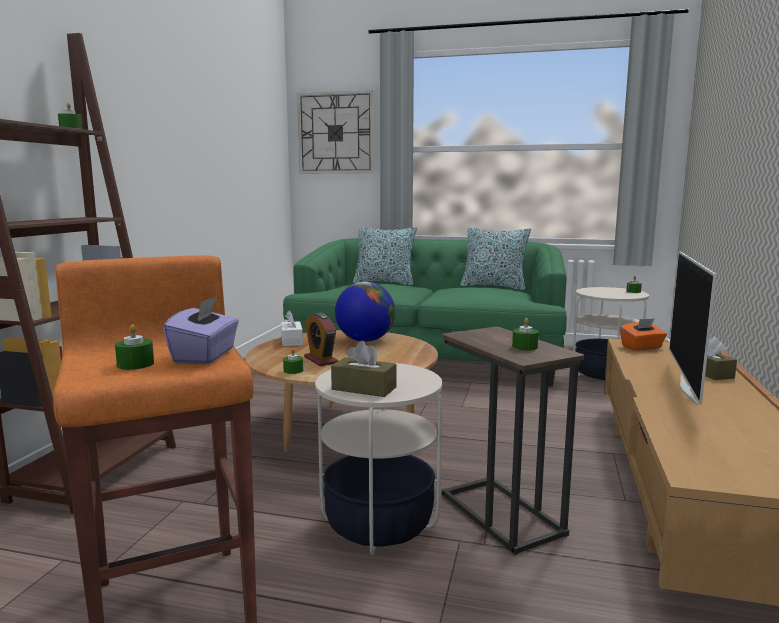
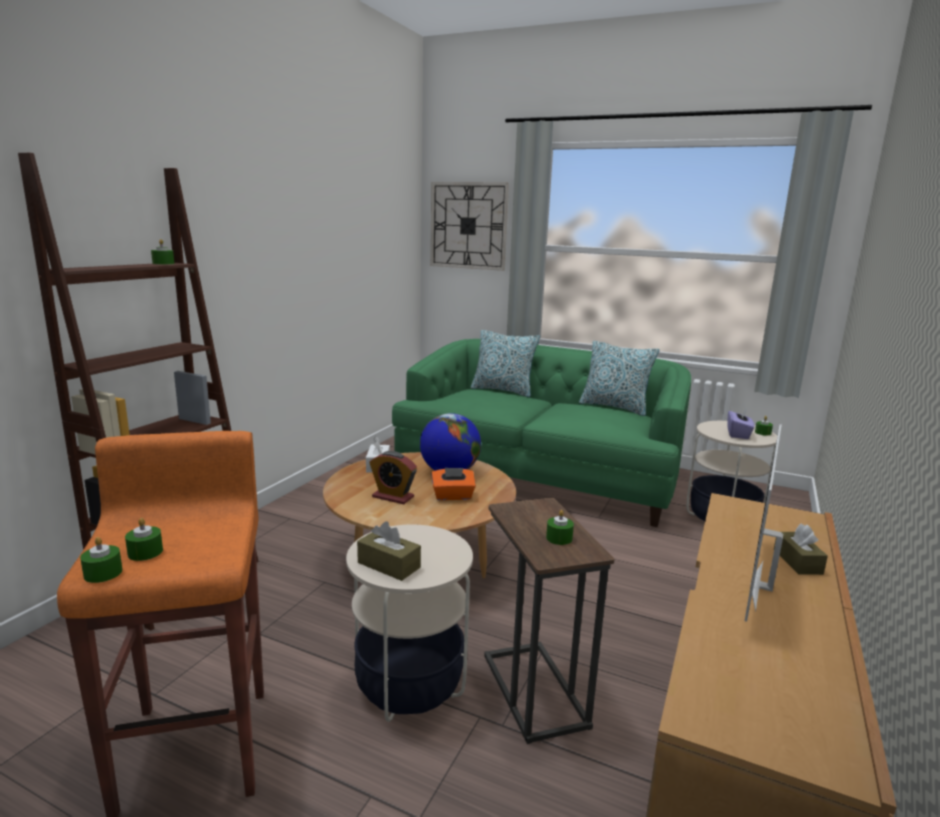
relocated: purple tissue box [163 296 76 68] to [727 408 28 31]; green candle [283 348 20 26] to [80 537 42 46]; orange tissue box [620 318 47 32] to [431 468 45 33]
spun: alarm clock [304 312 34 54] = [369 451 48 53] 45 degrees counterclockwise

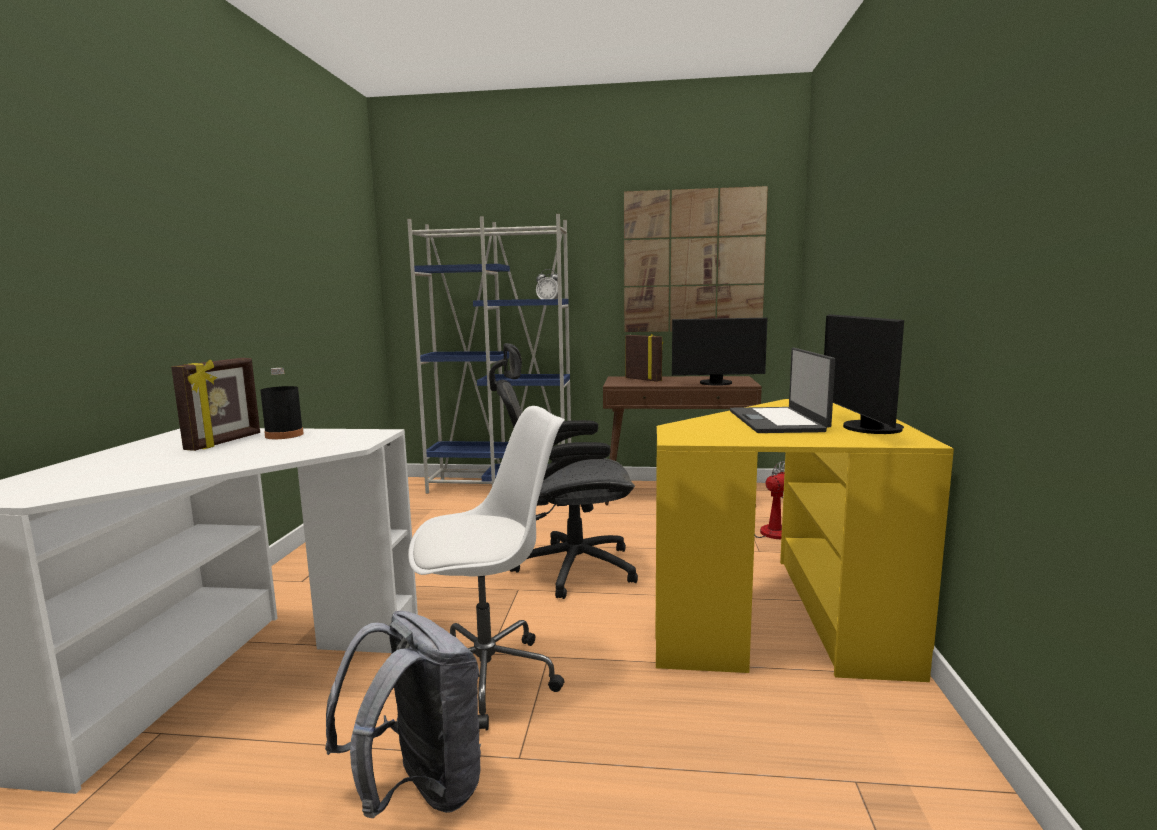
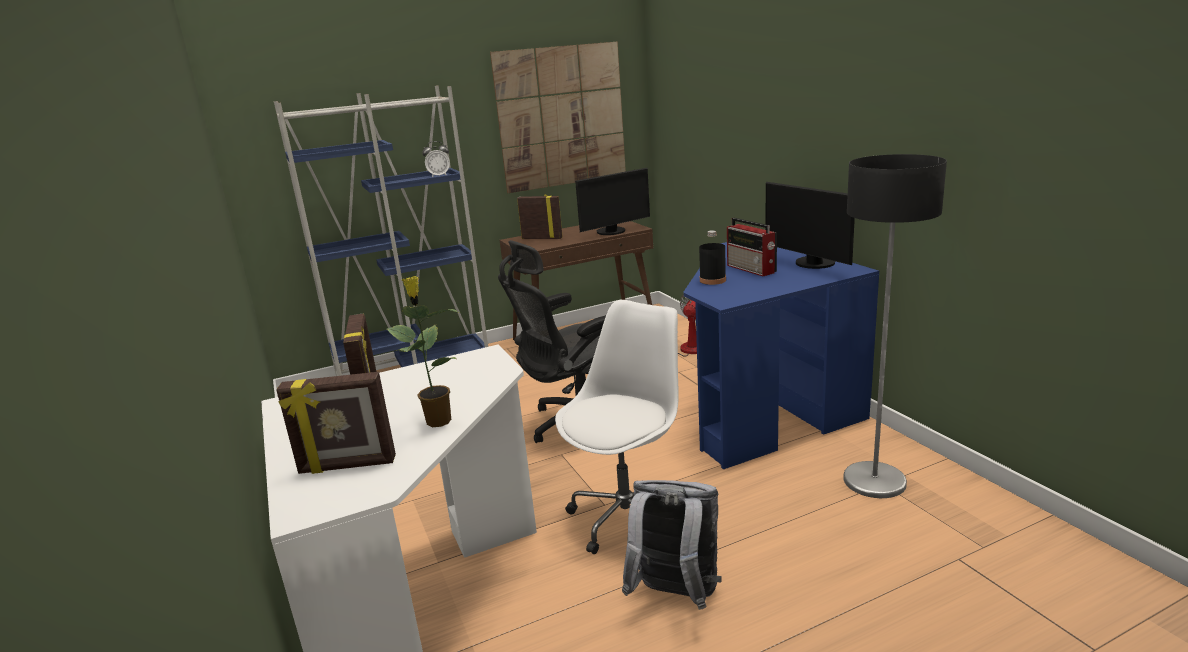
appeared: picture frame [276 372 120 102]; potted plant [386 276 74 151]; floor lamp [843 154 104 344]
relocated: black bottle [260 368 44 71] to [699 230 27 55]
exchanged: laptop [730 348 105 85] to radio [727 218 50 58]
colour: yellow desk [655 399 299 283] to blue desk [684 242 195 227]

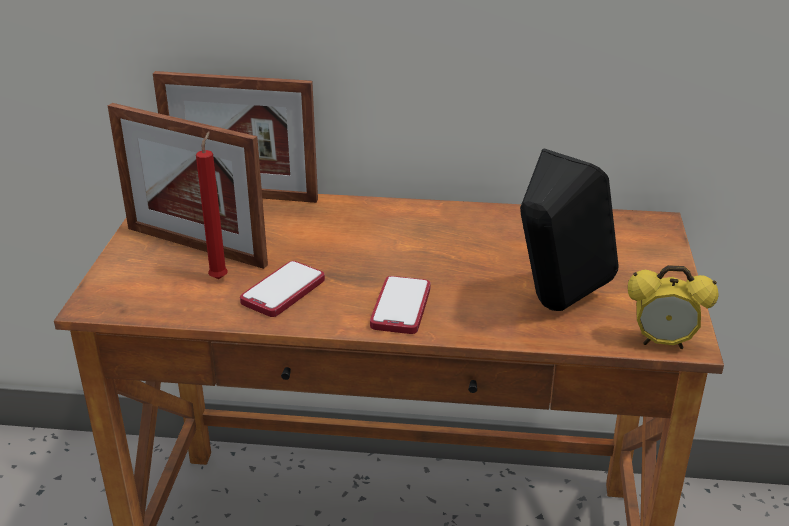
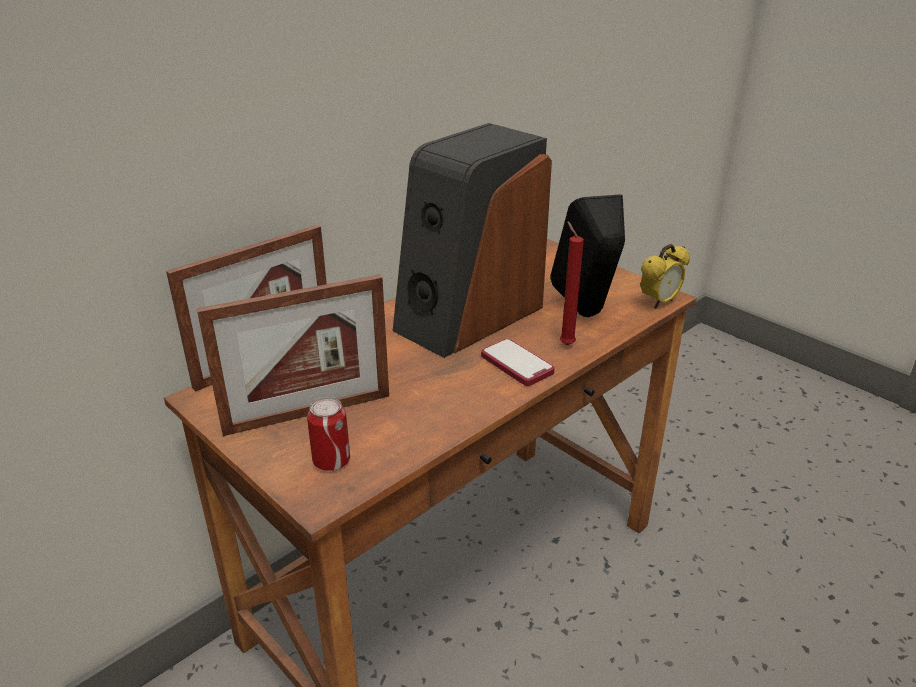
missing: phone [240 261 85 56]
appeared: can [307 397 43 74]; speaker [393 123 159 235]
relocated: red candle [196 131 32 148] to [560 221 24 124]

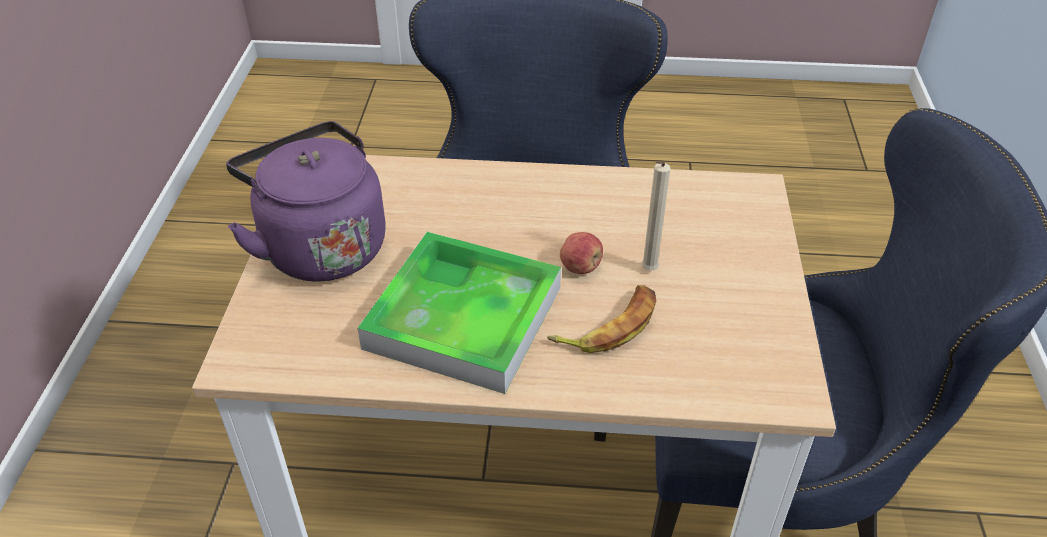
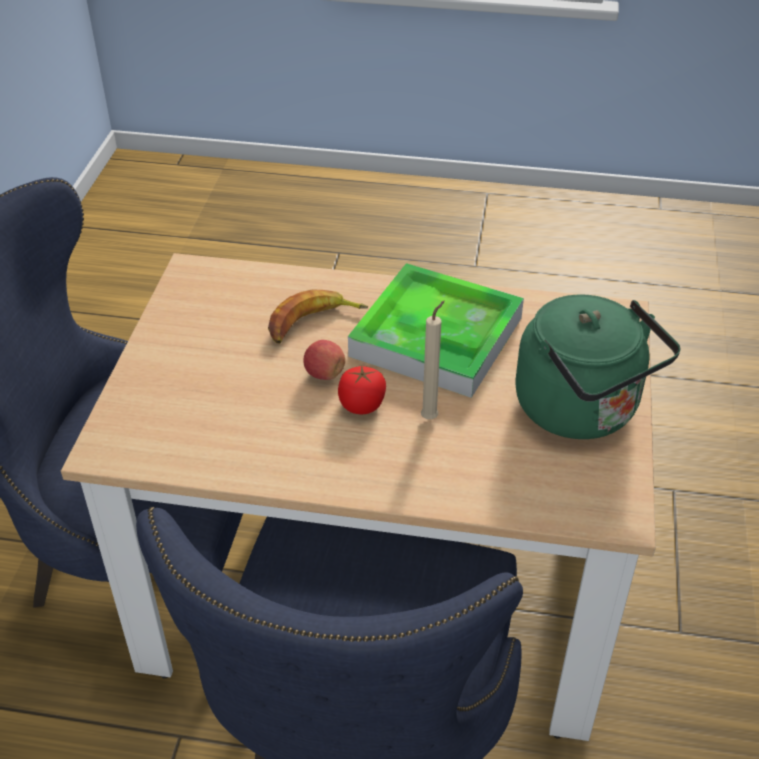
appeared: tomato [338 365 48 49]
relocated: beige candle [641 161 30 110] to [421 301 23 118]
colour: purple kettle [226 121 160 161] to green kettle [515 294 165 145]

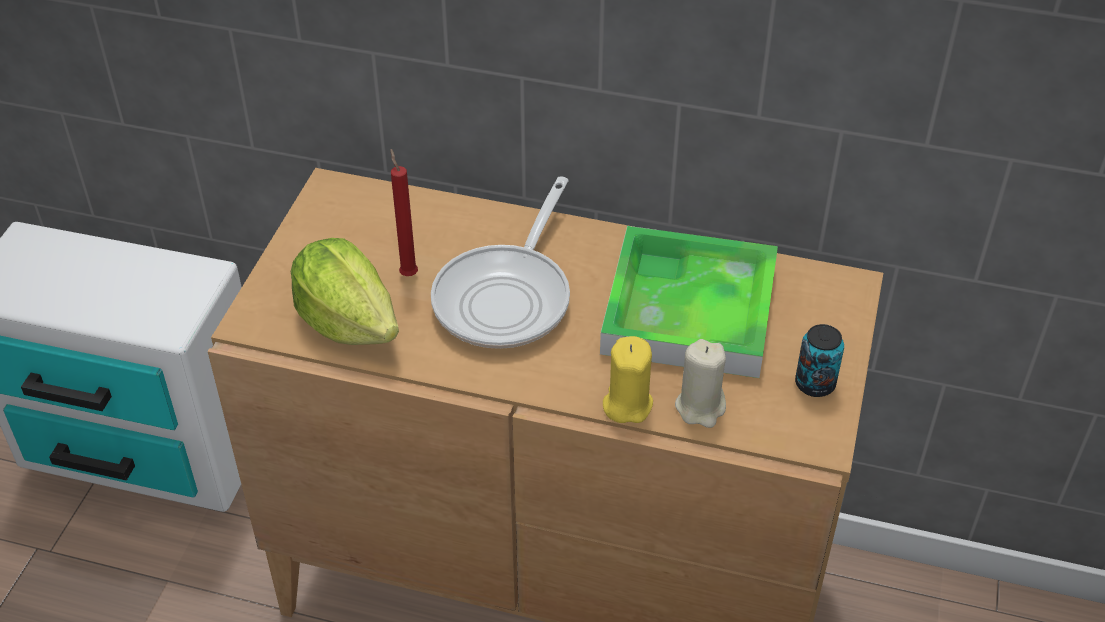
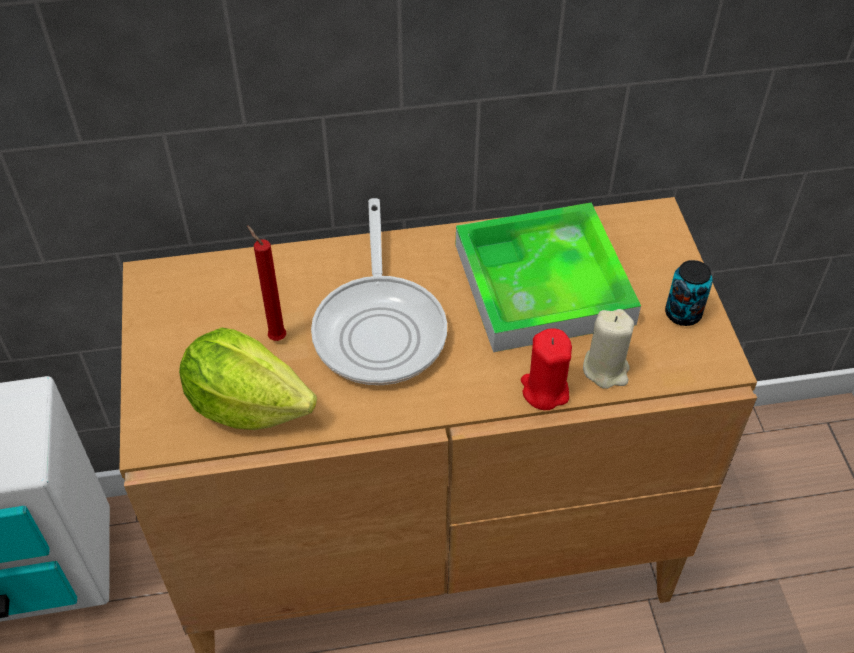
colour: yellow candle [603 336 50 87] to red candle [521 328 51 82]

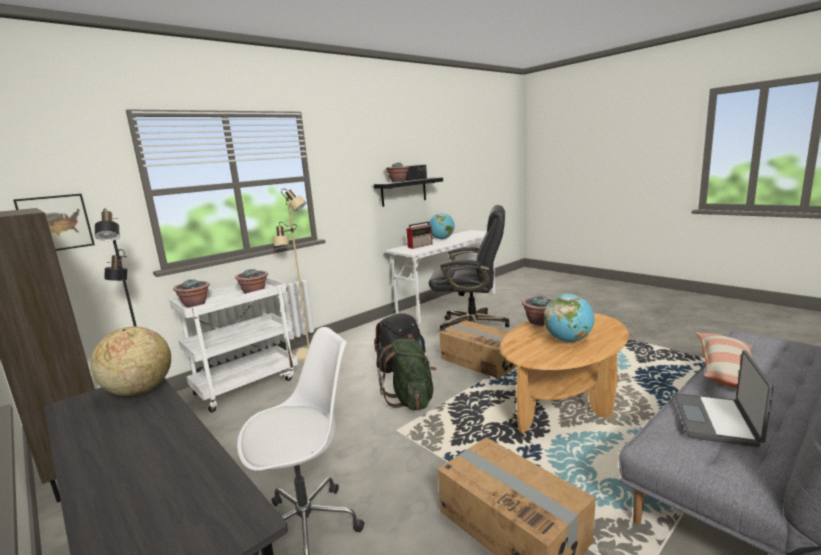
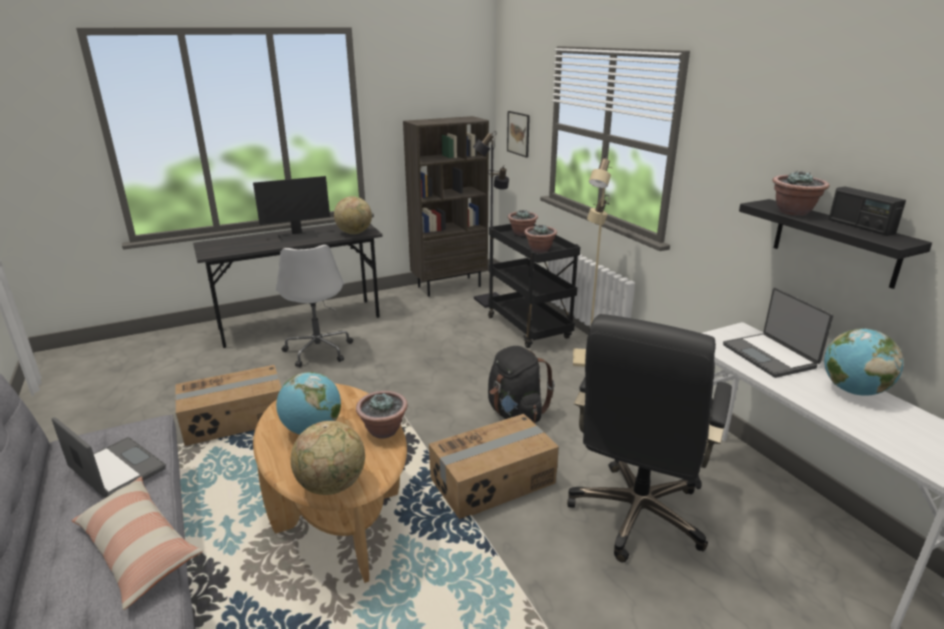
missing: green backpack [378 339 58 71]
appeared: monitor [253 176 77 66]; globe [291 421 74 74]
exchanged: radio [407 221 26 28] to laptop [723 288 110 90]
colour: white cart [169 277 129 135] to black cart [488 224 92 124]

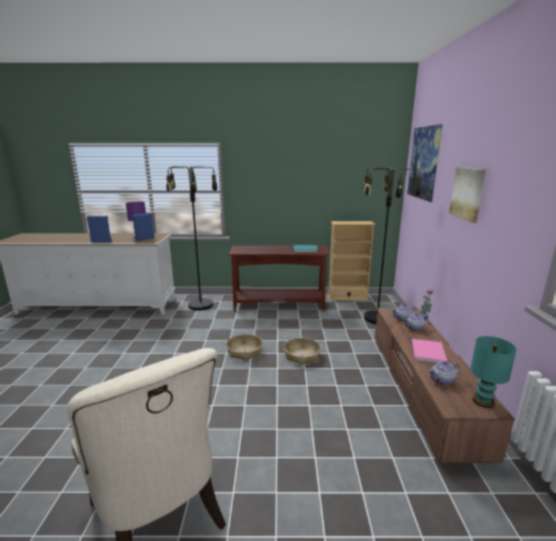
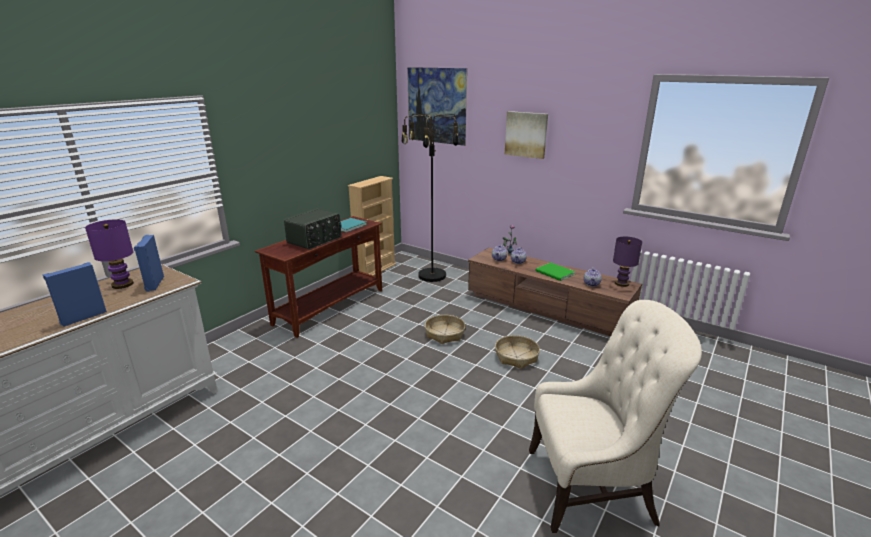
missing: floor lamp [166 166 51 144]
appeared: radio [284 209 57 40]
relocated: basket [226 334 37 27] to [495 335 45 34]
colour: pink book [412 339 35 24] to green book [536 263 39 18]; turquoise table lamp [470 336 47 72] to purple table lamp [613 237 29 50]

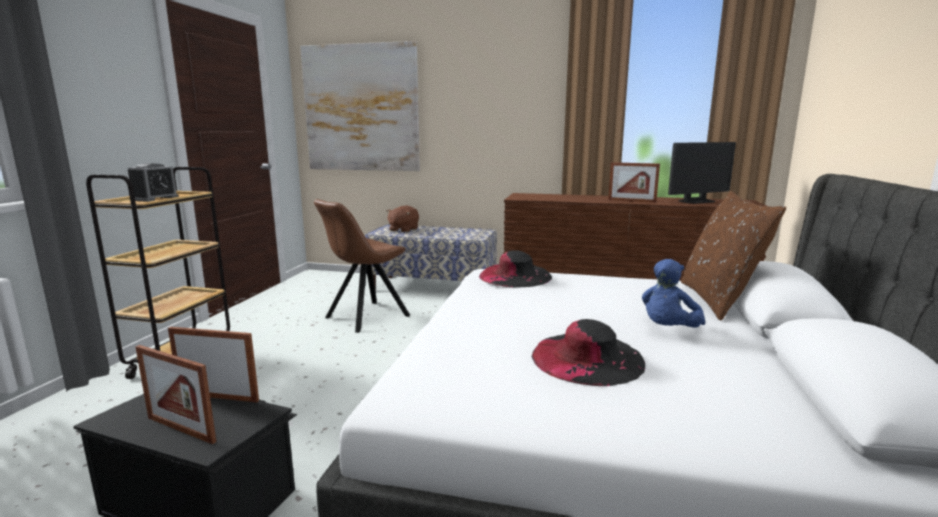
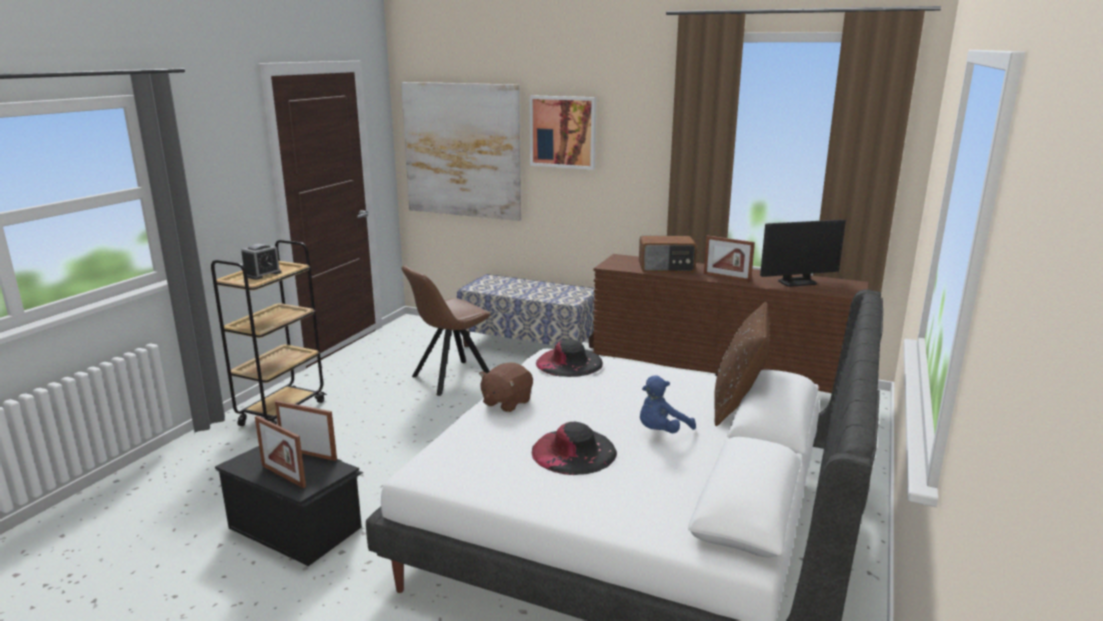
appeared: picture [529 95 67 75]; radio [639 236 58 36]
relocated: brown plush toy [387 206 32 26] to [479 362 54 50]

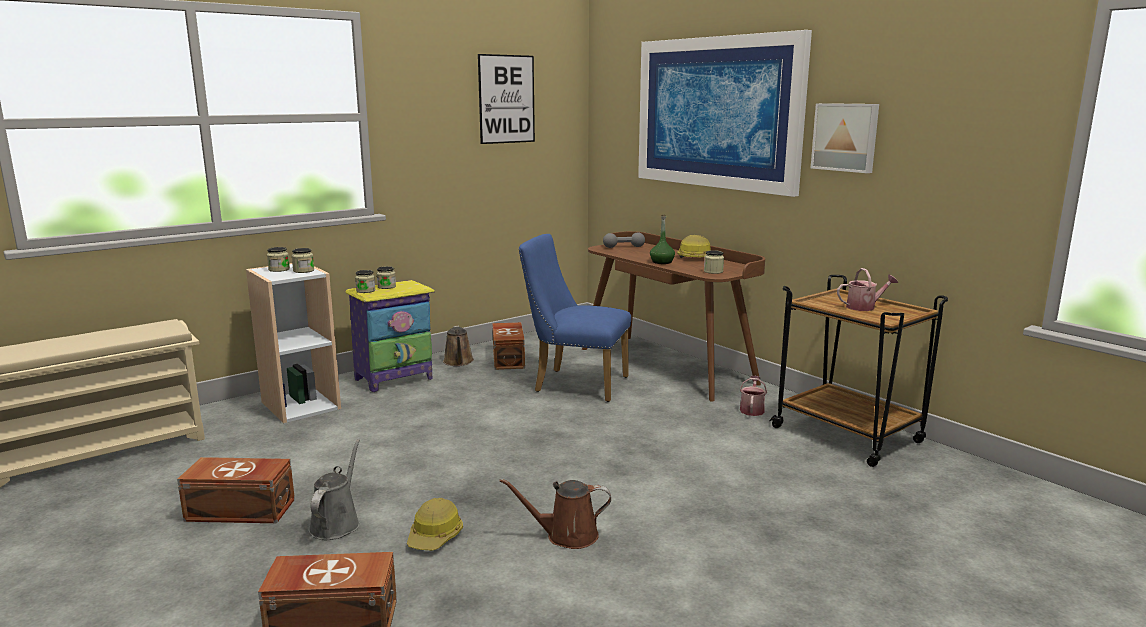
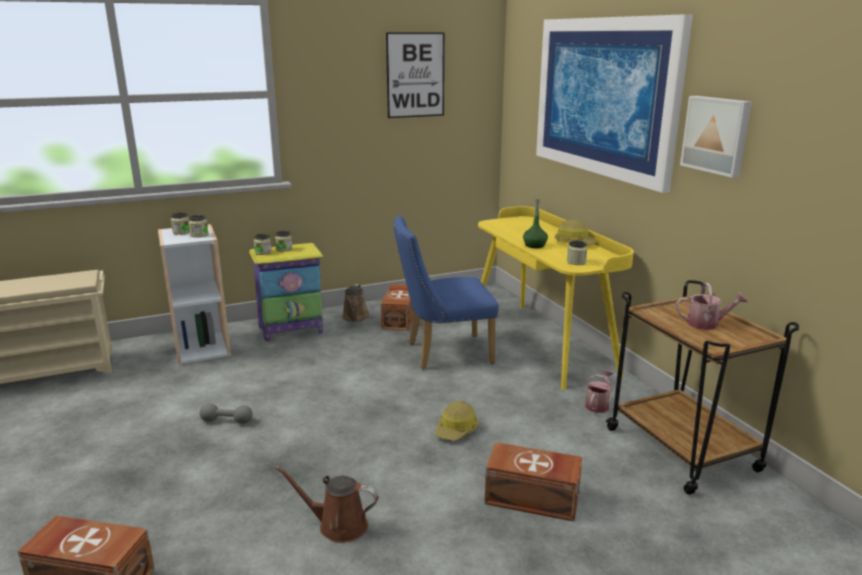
missing: grey watering can [308 439 52 101]
relocated: brown storage box [177 457 118 66] to [485 442 97 80]; hard hat [407 498 56 53] to [435 401 43 40]; grey dumbbell [603 232 42 16] to [200 403 53 21]
colour: brown desk [582 231 183 171] to yellow desk [478 206 156 184]
spun: blue chair [519 234 112 168] = [393 216 106 153] 45 degrees counterclockwise

